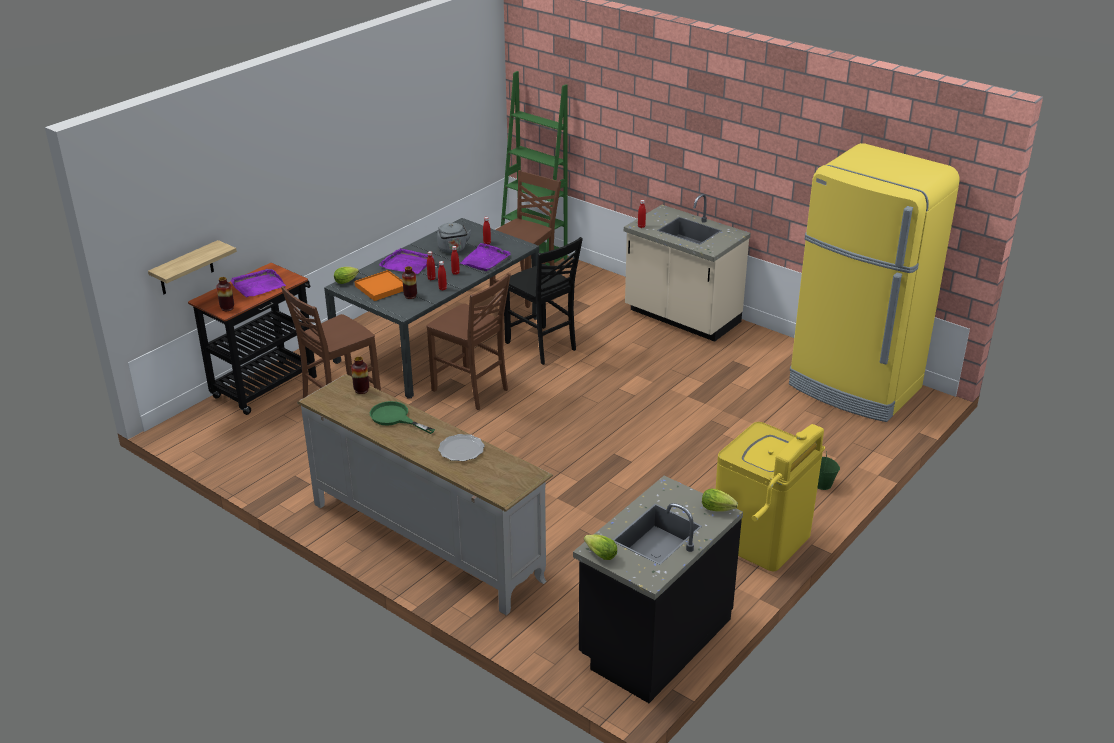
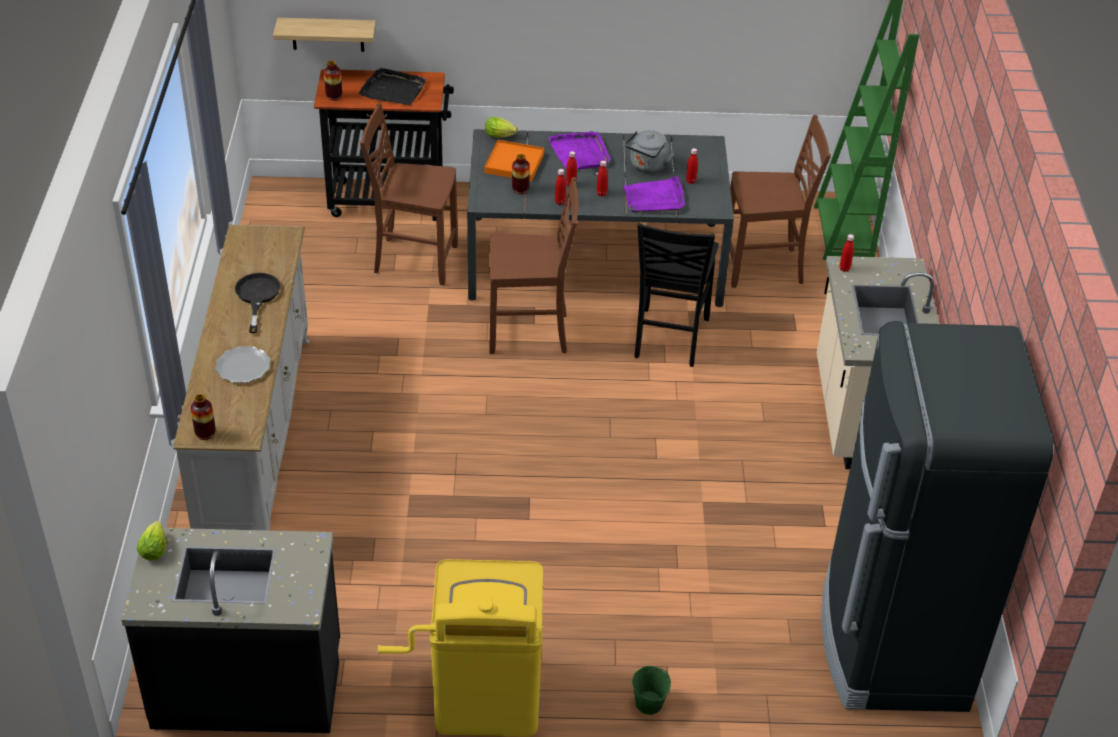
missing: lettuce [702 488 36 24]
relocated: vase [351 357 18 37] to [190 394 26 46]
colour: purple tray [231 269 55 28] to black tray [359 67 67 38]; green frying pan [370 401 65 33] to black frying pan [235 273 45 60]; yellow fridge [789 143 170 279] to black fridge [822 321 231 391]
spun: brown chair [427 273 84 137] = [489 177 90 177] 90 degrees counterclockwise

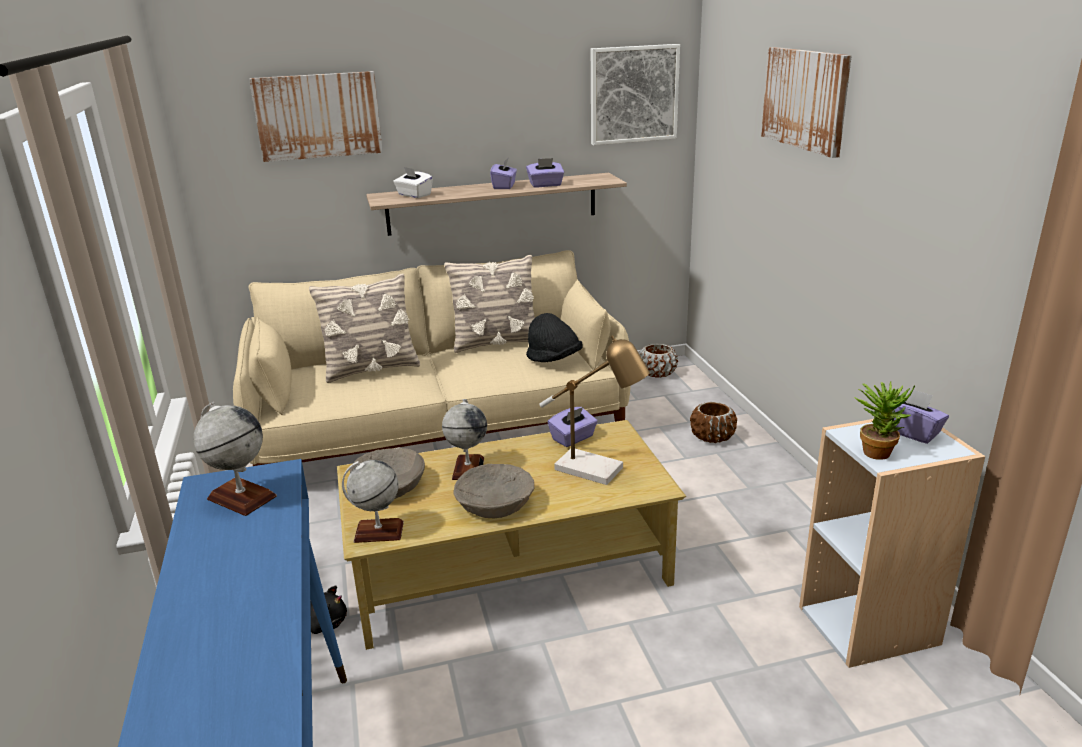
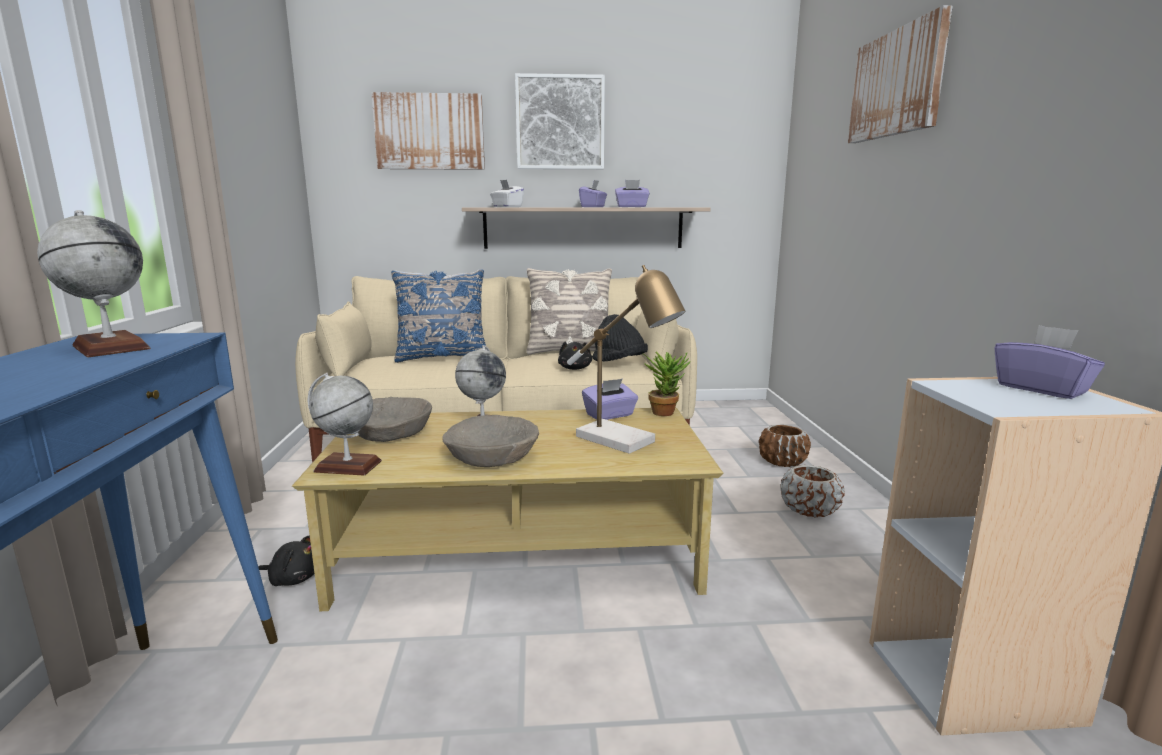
appeared: black plush toy [558 342 34 28]
relocated: picture [591 44 89 101] to [515 73 90 96]; brown planter [639 343 39 35] to [780 465 64 53]; potted plant [853 381 62 79] to [642 352 49 64]
colour: beige pillow [309 273 111 110] to blue pillow [391 269 95 94]

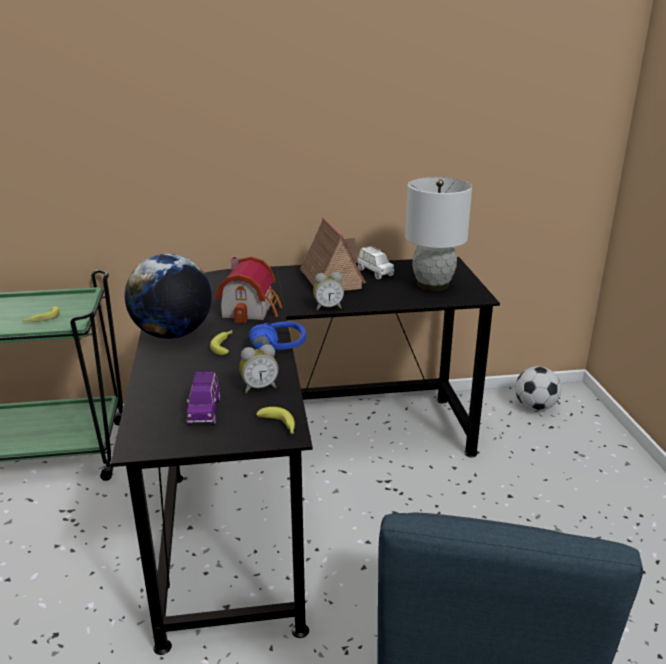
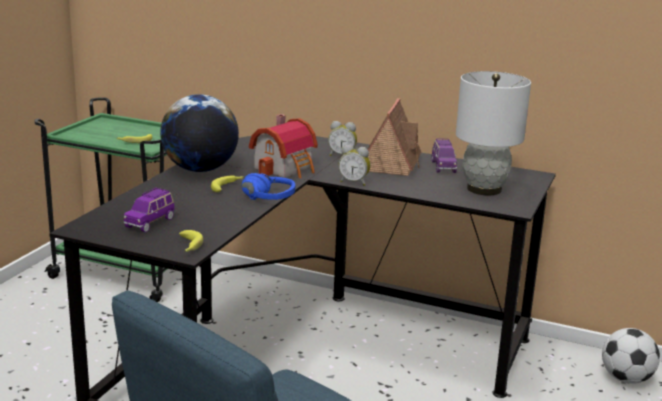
relocated: alarm clock [239 344 40 49] to [328 121 29 35]
colour: white toy car [357 246 37 33] to purple toy car [431 138 26 35]

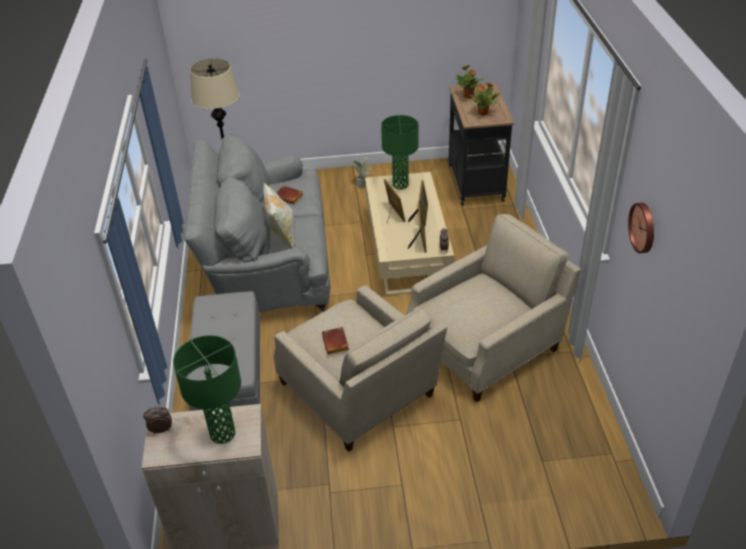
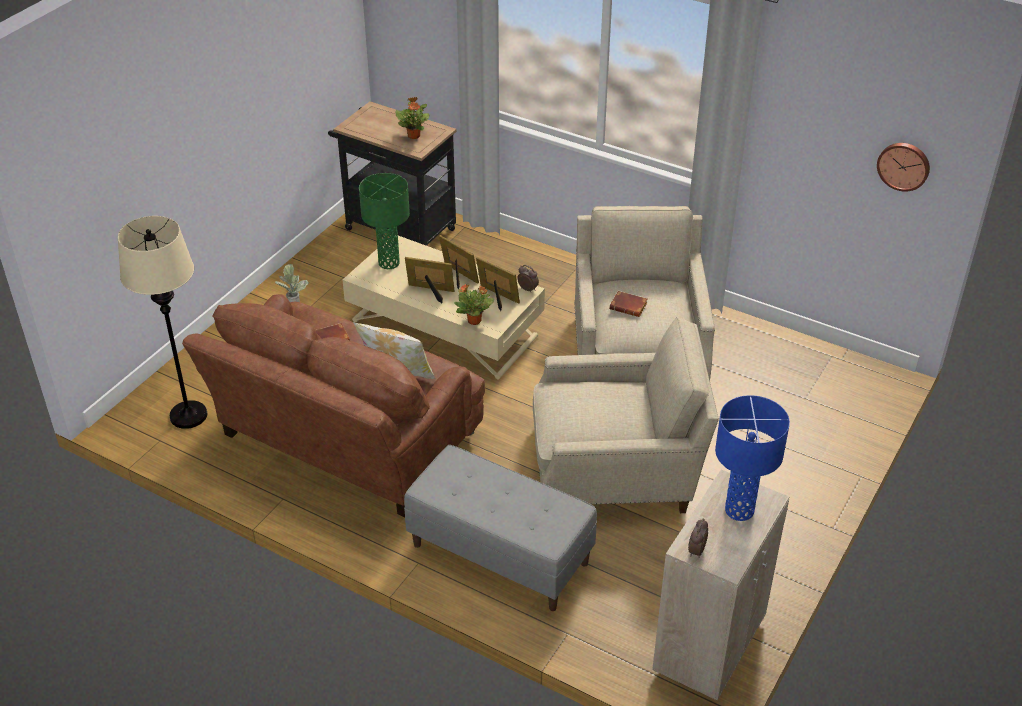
relocated: brown book [322 327 27 28] to [609 291 38 26]; potted plant [456 65 28 33] to [454 284 40 41]; wall clock [628 203 26 50] to [877 143 53 49]
colour: green table lamp [173 335 68 109] to blue table lamp [715 395 75 126]; grey sofa [184 134 146 178] to brown sofa [182 294 303 223]

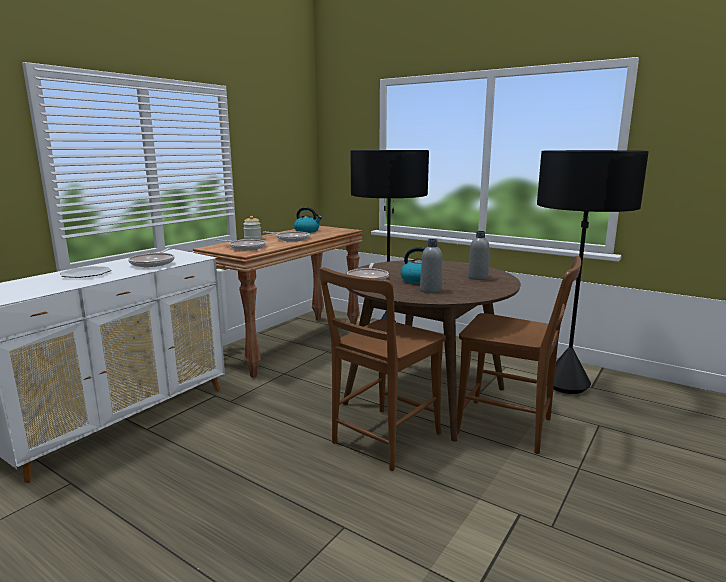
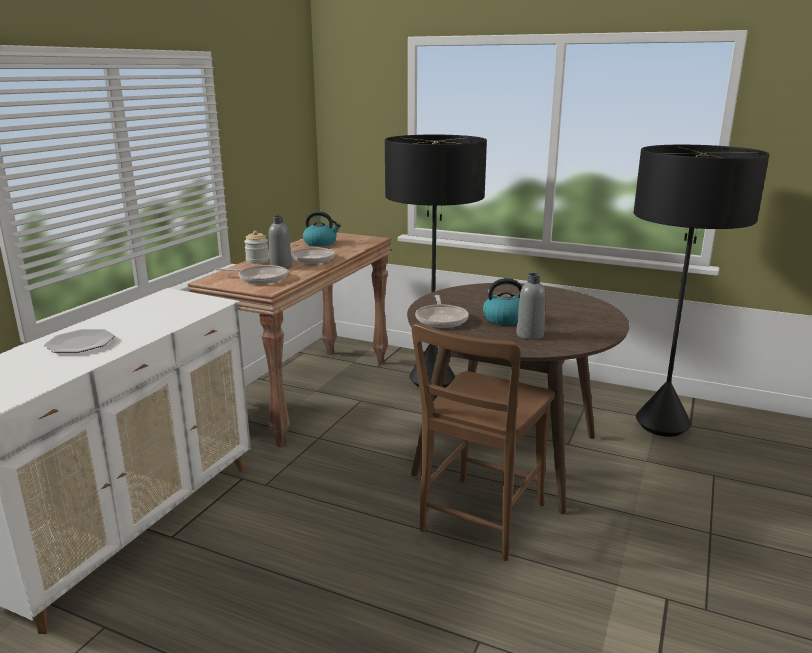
missing: frying pan [128 248 47 19]; brown chair [457 256 124 198]
relocated: grey bottle [468 231 21 49] to [269 216 23 53]

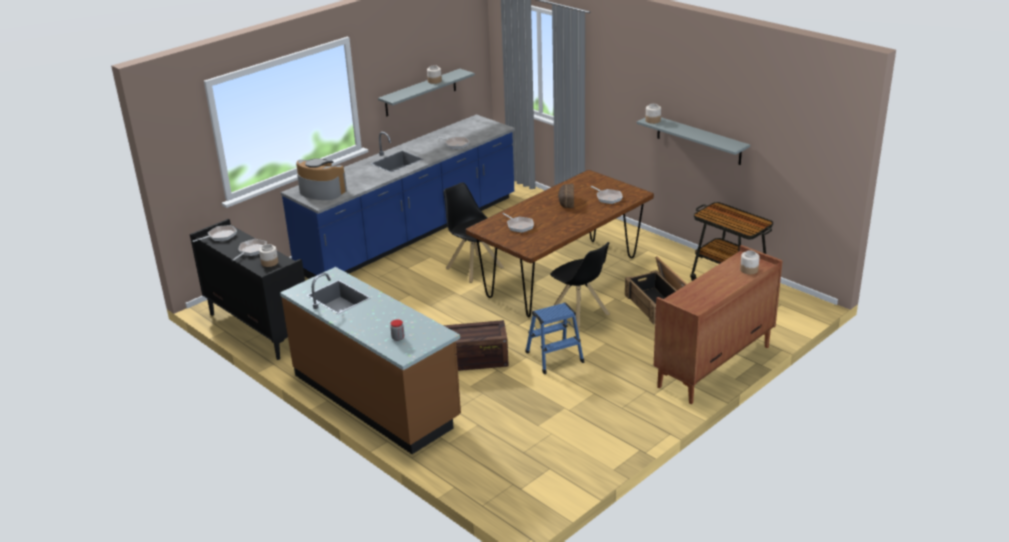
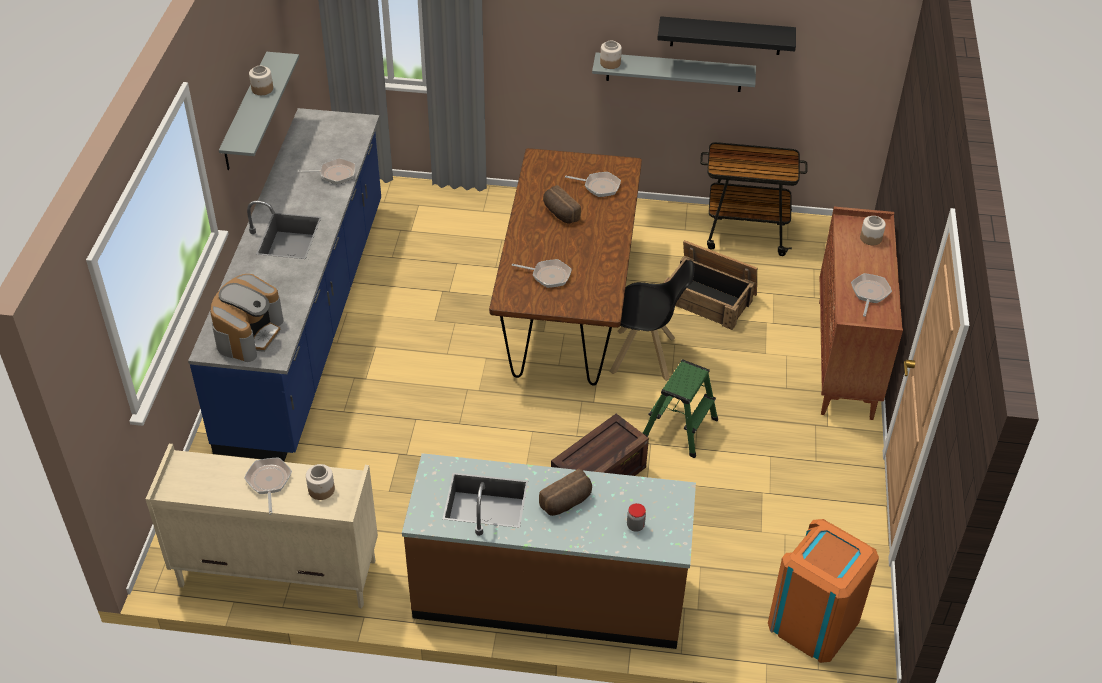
missing: black chair [444 183 60 100]
appeared: bread [539 469 53 47]; black shelf [657 16 139 39]; orange trash can [768 519 111 144]
relocated: frying pan [193 225 44 17] to [851 273 41 44]
colour: black cabinet [190 219 115 141] to beige cabinet [146 443 232 165]; blue step ladder [525 302 60 72] to green step ladder [643 359 75 99]
spun: coffee machine [296 158 51 42] = [210 274 73 88] 120 degrees clockwise

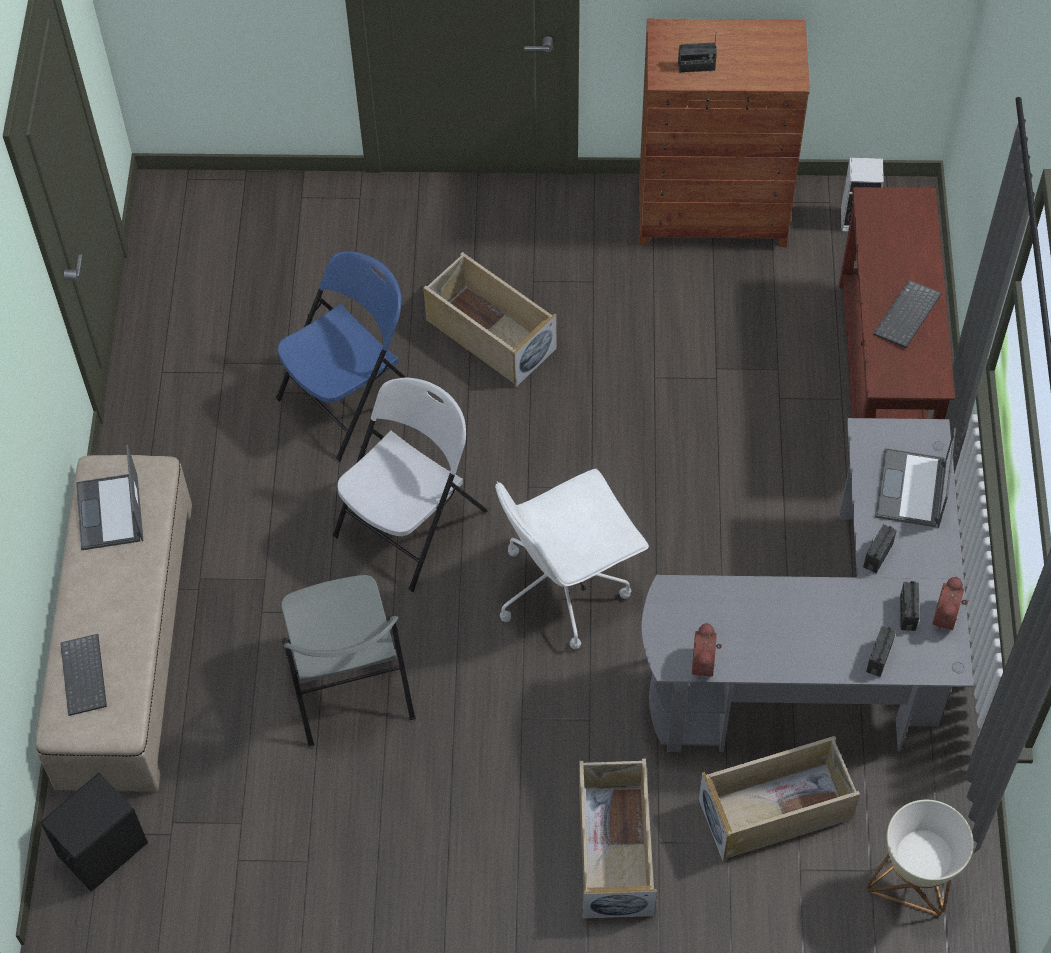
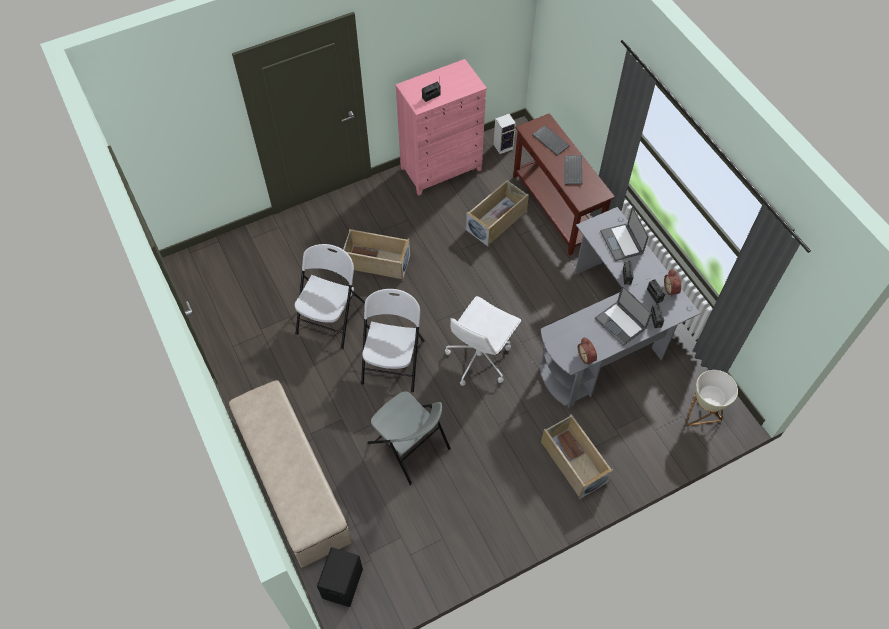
relocated: keyboard [60 634 47 82] to [532 125 38 31]; laptop [76 445 67 105] to [595 285 57 61]; beige storage box [699 736 161 126] to [466 180 63 67]
colour: blue chair [276 252 131 210] to white chair [295 244 70 105]; brown dresser [639 19 171 228] to pink dresser [396 59 91 137]

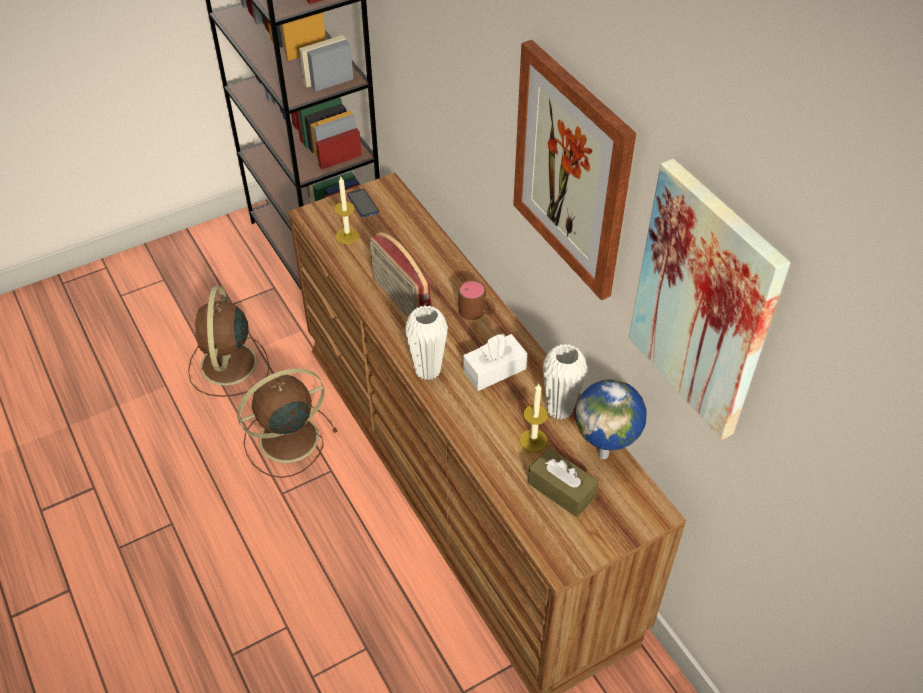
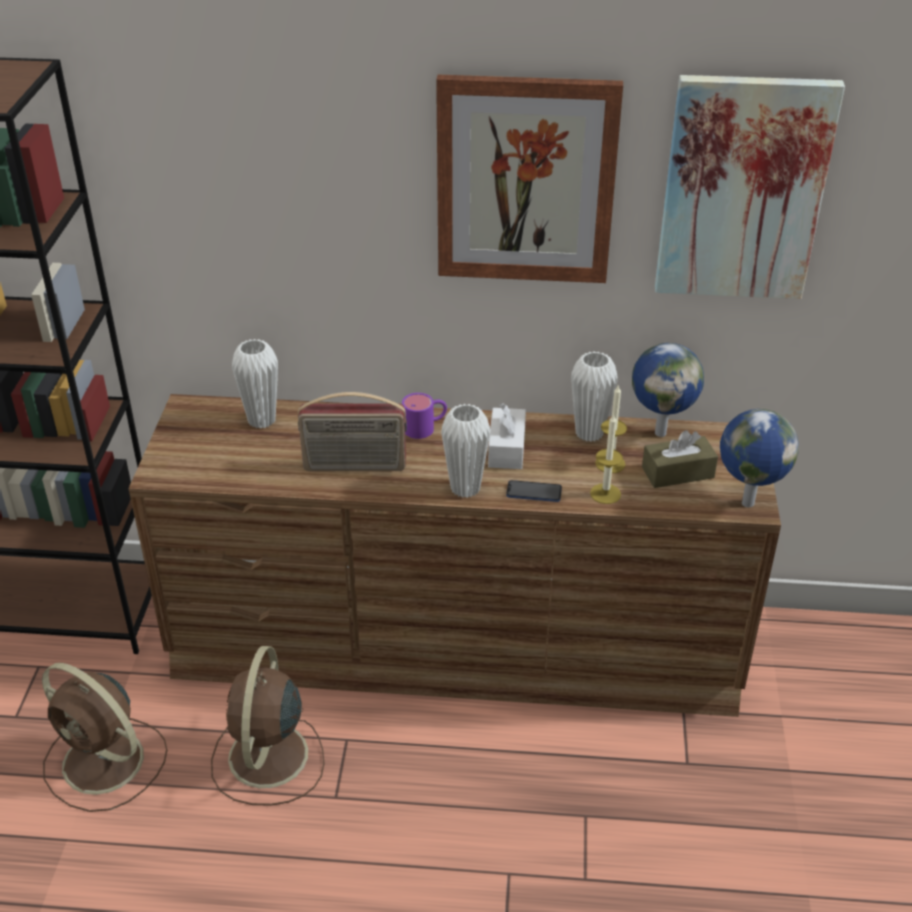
appeared: white vase [232 339 46 90]; globe [720 409 79 98]
relocated: candle [334 177 25 67] to [590 414 33 90]; phone [347 189 32 28] to [506 480 56 22]
colour: brown mug [458 280 37 40] to purple mug [402 393 45 46]

